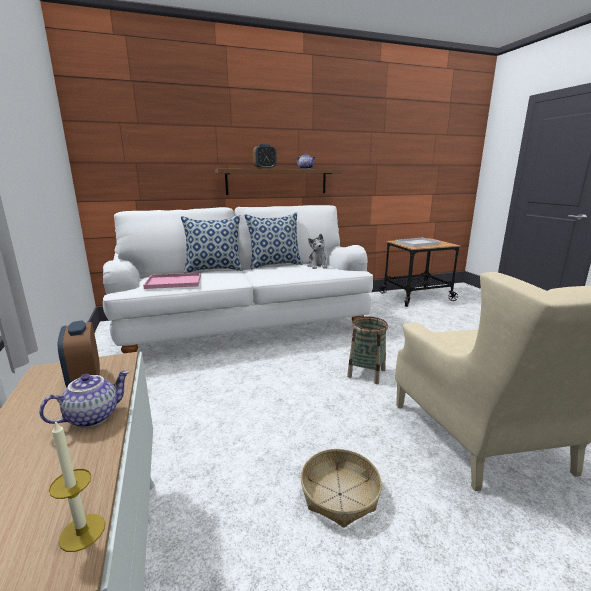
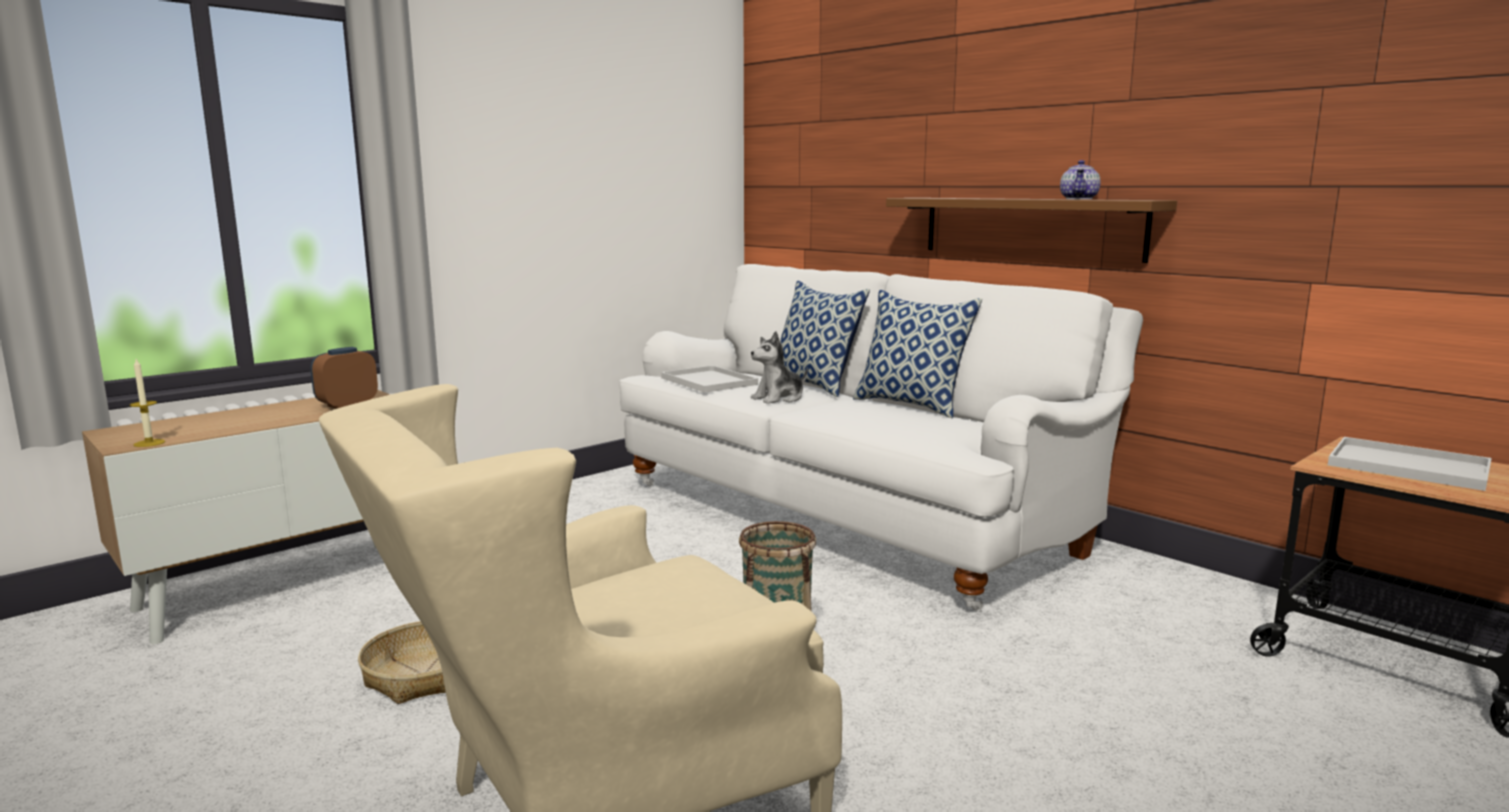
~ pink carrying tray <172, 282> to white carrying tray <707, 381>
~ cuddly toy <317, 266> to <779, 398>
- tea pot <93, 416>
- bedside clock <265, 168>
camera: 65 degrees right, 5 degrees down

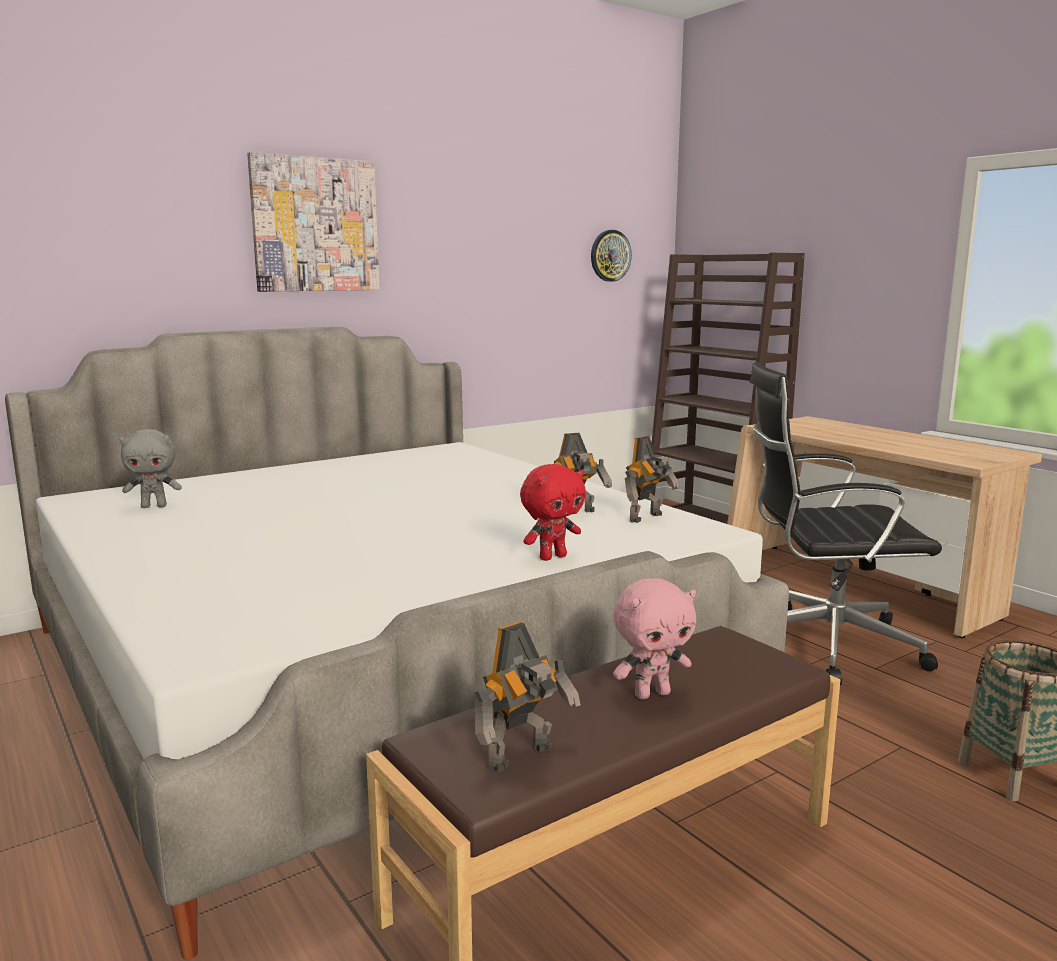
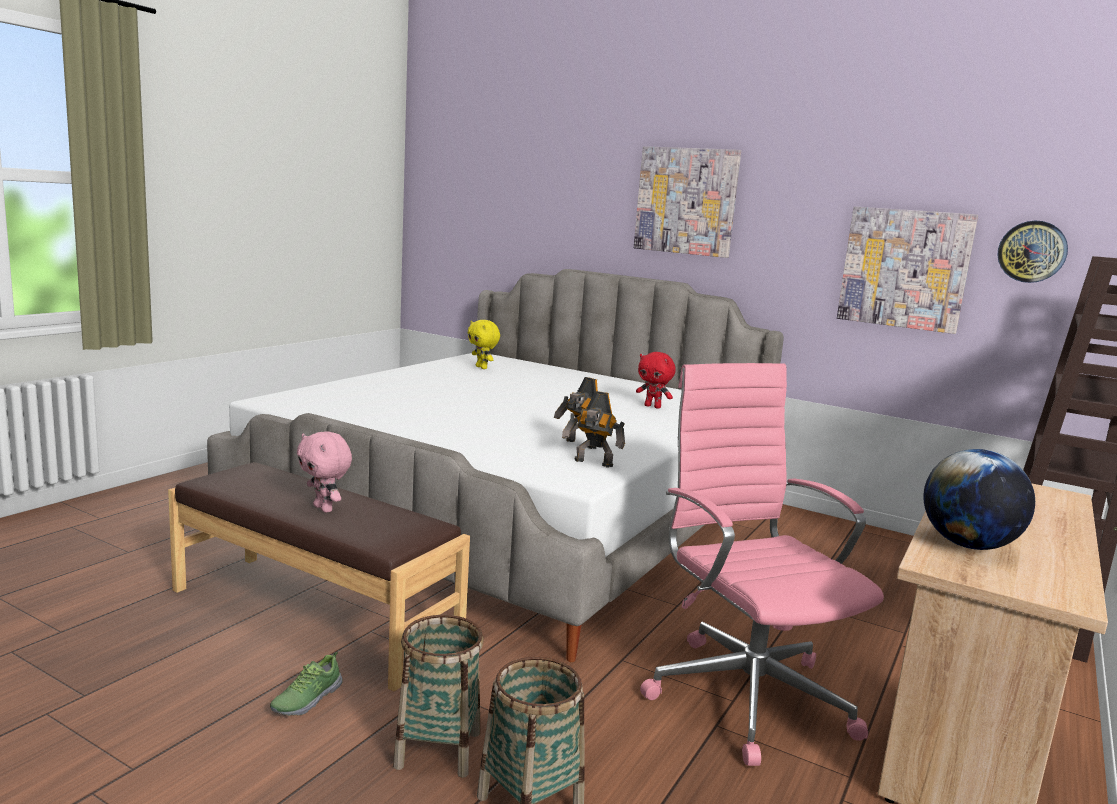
+ low shoe <306, 699>
+ storage basket <437, 749>
~ grey cuddly toy <154, 506> to yellowish cuddly toy <482, 367>
~ red-coloured cuddly toy <552, 557> to <653, 406>
~ blackish office chair <824, 644> to pink office chair <746, 693>
+ wall art <904, 268>
+ desk globe <968, 545>
- toy robot <523, 758>
camera: 65 degrees right, 0 degrees up

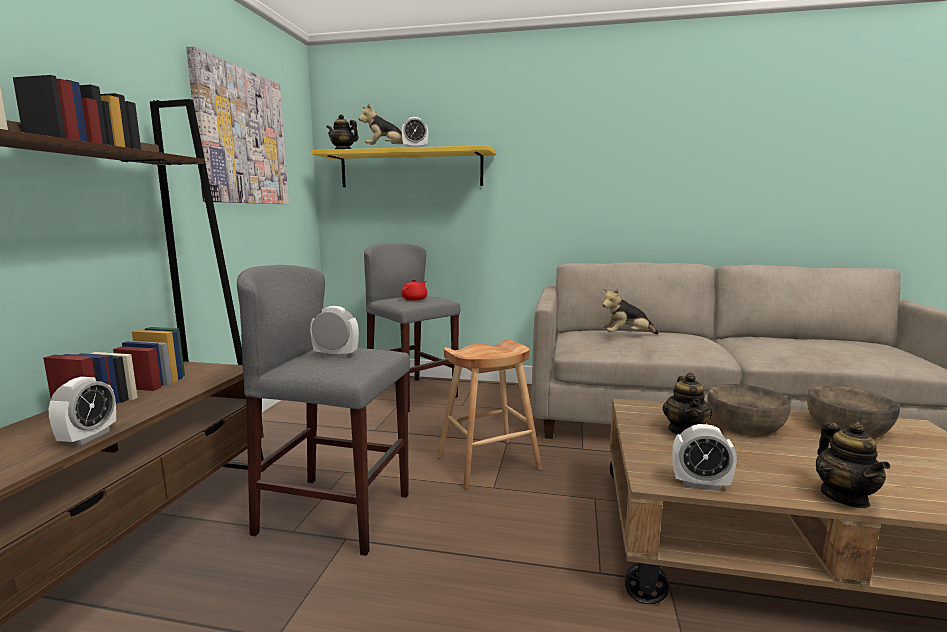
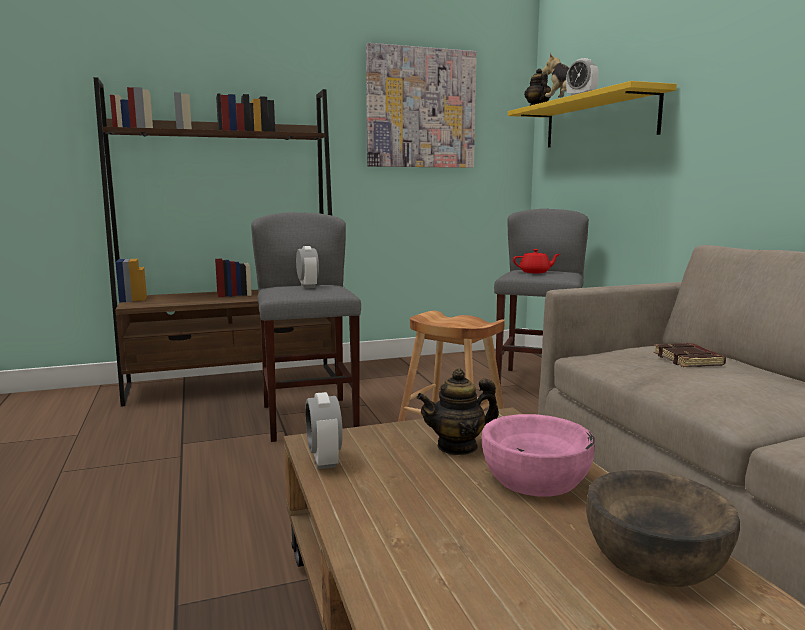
~ brown bowl <744, 425> to pink bowl <535, 477>
~ cuddly toy <626, 336> to brown book <689, 360>
- bedside clock <88, 437>
- tea pot <844, 497>
camera: 60 degrees right, 0 degrees up

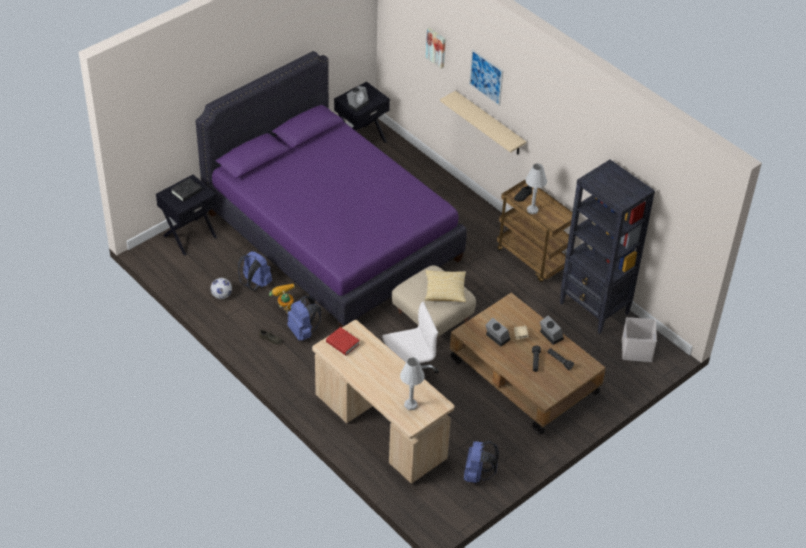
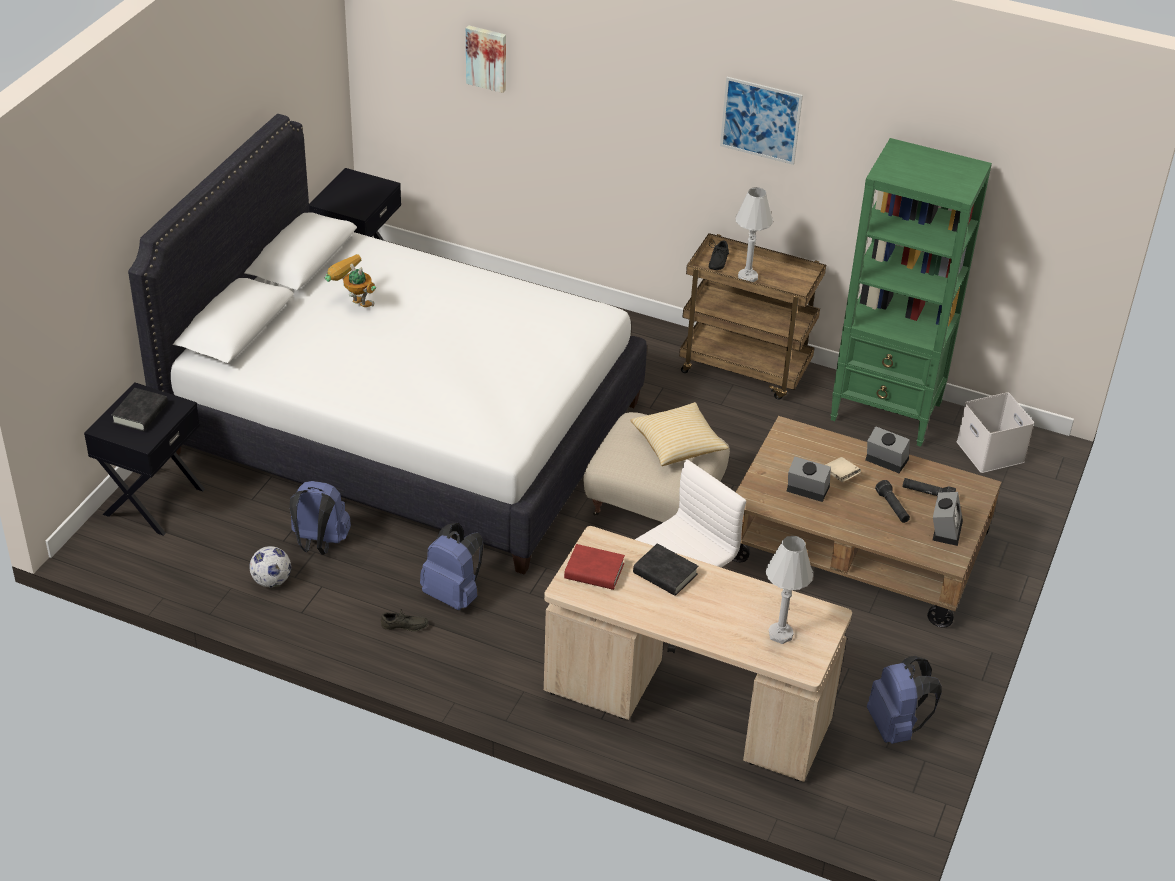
~ purplish bedroom bed <332, 236> to white bedroom bed <404, 428>
~ toy robot <284, 309> to <353, 304>
+ blackish book <665, 574>
~ wall art <486, 77> to <761, 120>
~ blackish shelving unit <594, 309> to green shelving unit <887, 412>
~ bedside clock <358, 103> to <945, 529>
- beige wall shelf <489, 124>
camera: 25 degrees left, 5 degrees down

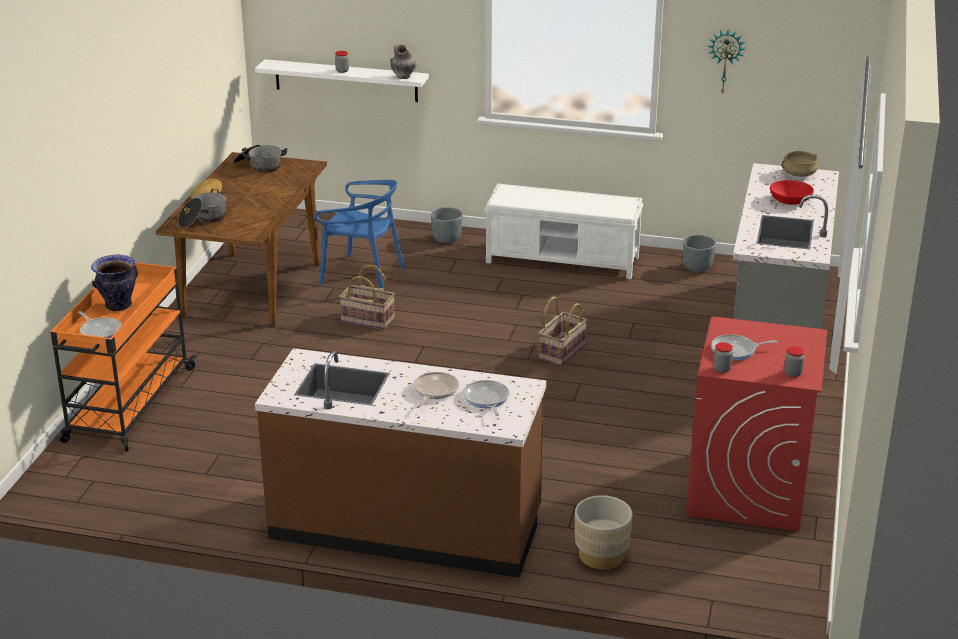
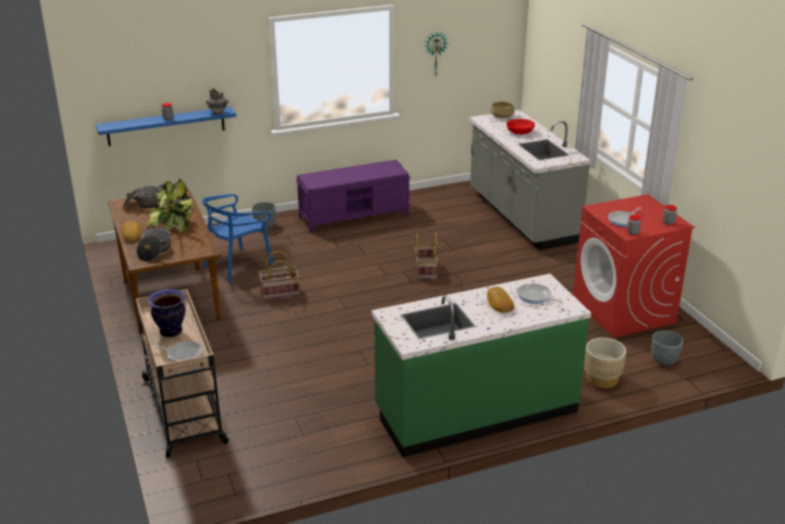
~ white wall shelf <346, 80> to blue wall shelf <166, 126>
~ orange-coloured trolley <129, 405> to beige trolley <184, 411>
+ plant in a pot <173, 224>
~ blue chair <362, 275> = <238, 265> 150 degrees clockwise
~ white indoor bench <563, 260> to purplish indoor bench <354, 216>
~ brown kitchen counter <406, 526> to green kitchen counter <475, 411>
~ frying pan <434, 391> to baked bread <499, 303>
~ grey planter <697, 268> to <664, 361>
camera: 35 degrees left, 0 degrees up

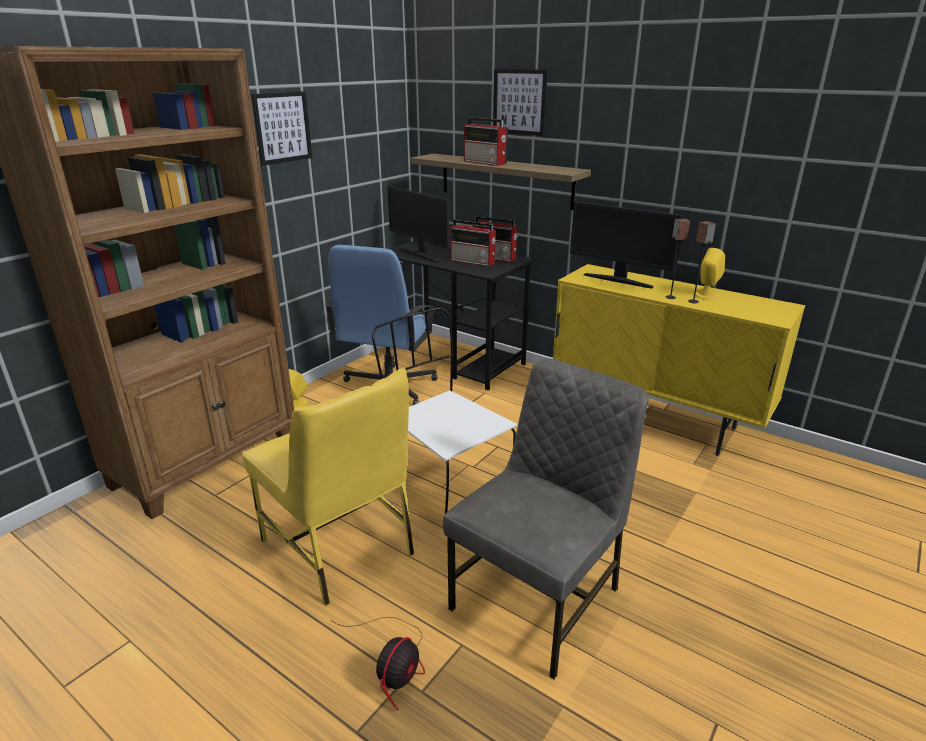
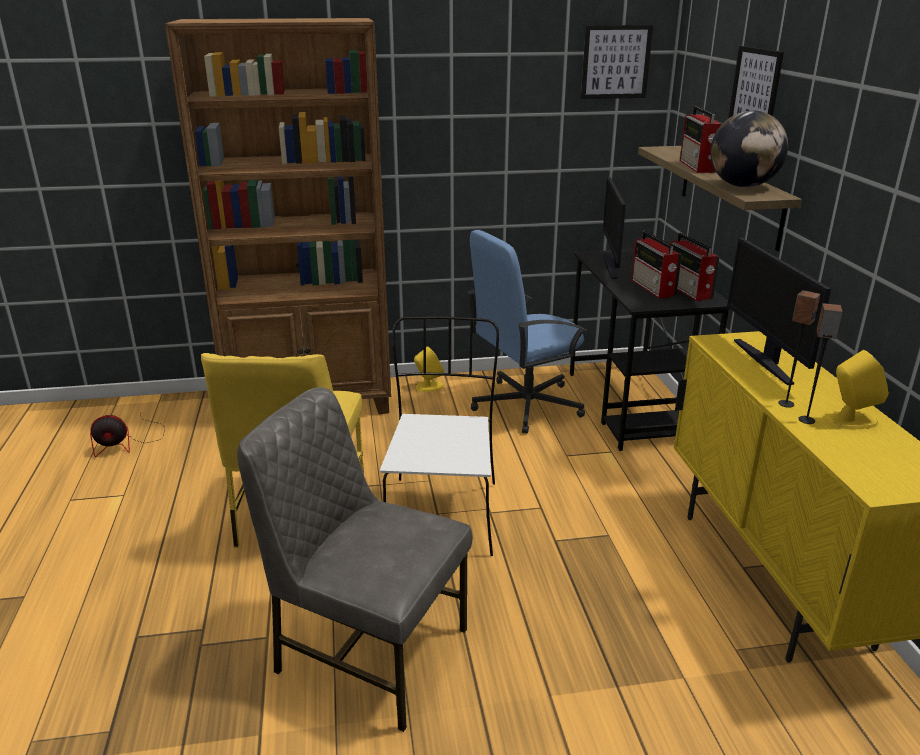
~ fan <394, 664> to <127, 442>
~ grey chair <539, 598> = <368, 650> 150 degrees counterclockwise
~ wall art <282, 127> to <616, 62>
+ desk globe <742, 186>
camera: 45 degrees right, 0 degrees up

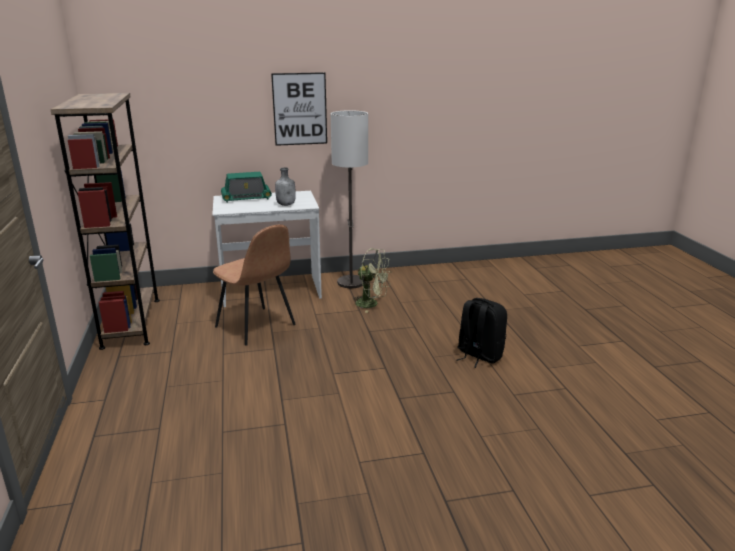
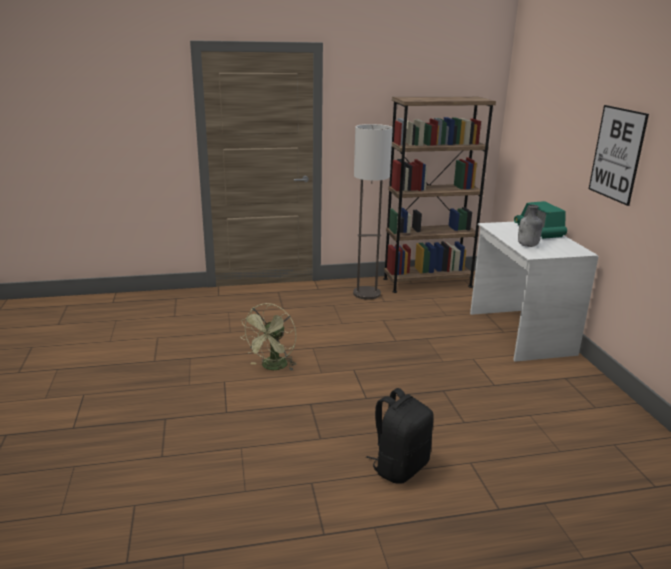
~ green fan <371, 304> to <272, 367>
~ standing lamp <351, 282> to <367, 293>
- brown chair <256, 327>
camera: 90 degrees right, 0 degrees up

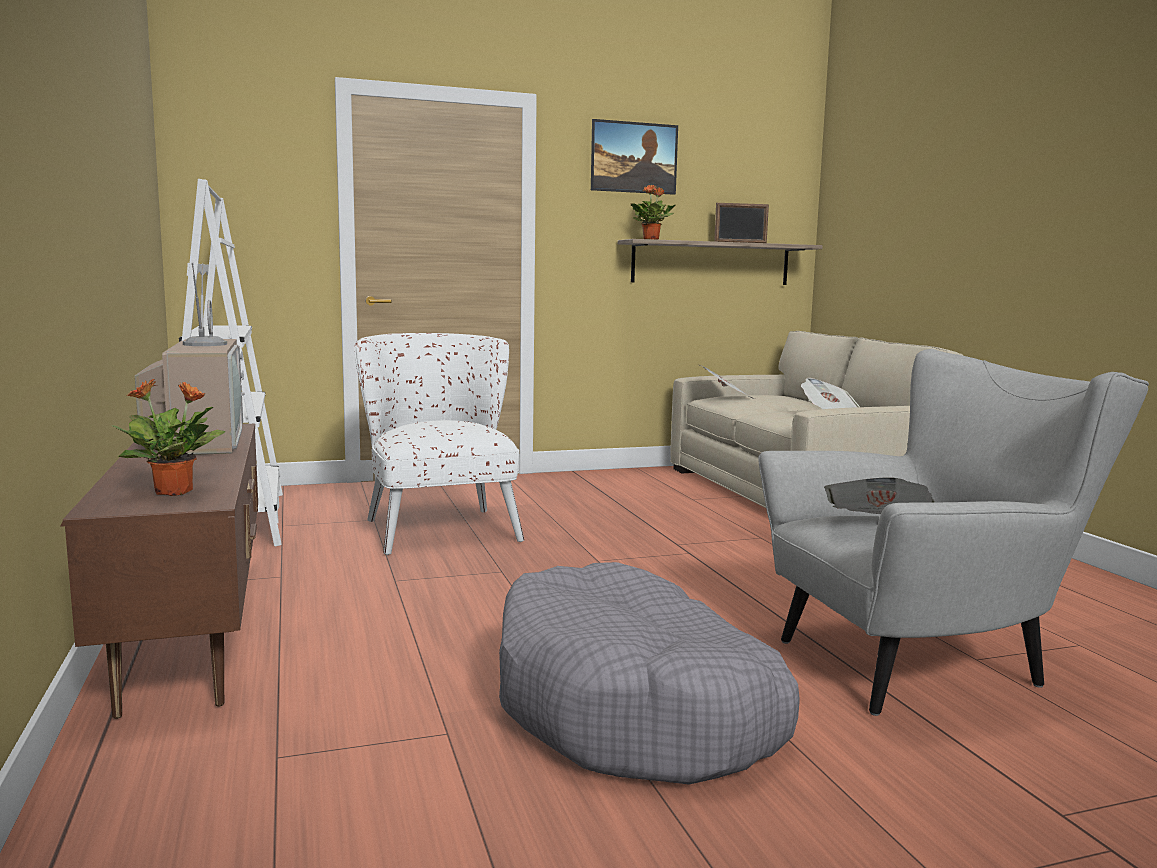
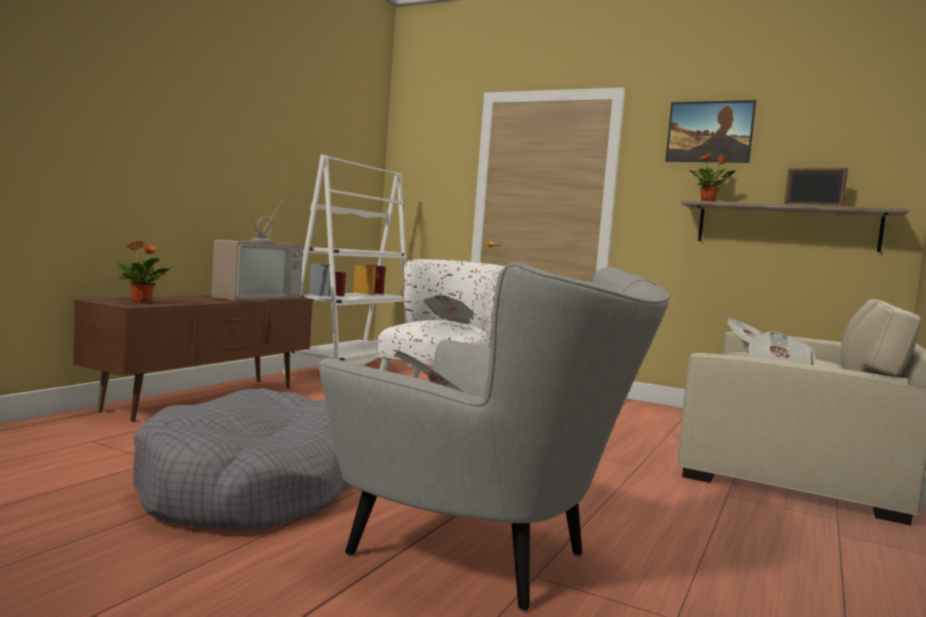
+ printed paper <450, 325>
camera: 45 degrees right, 5 degrees down

